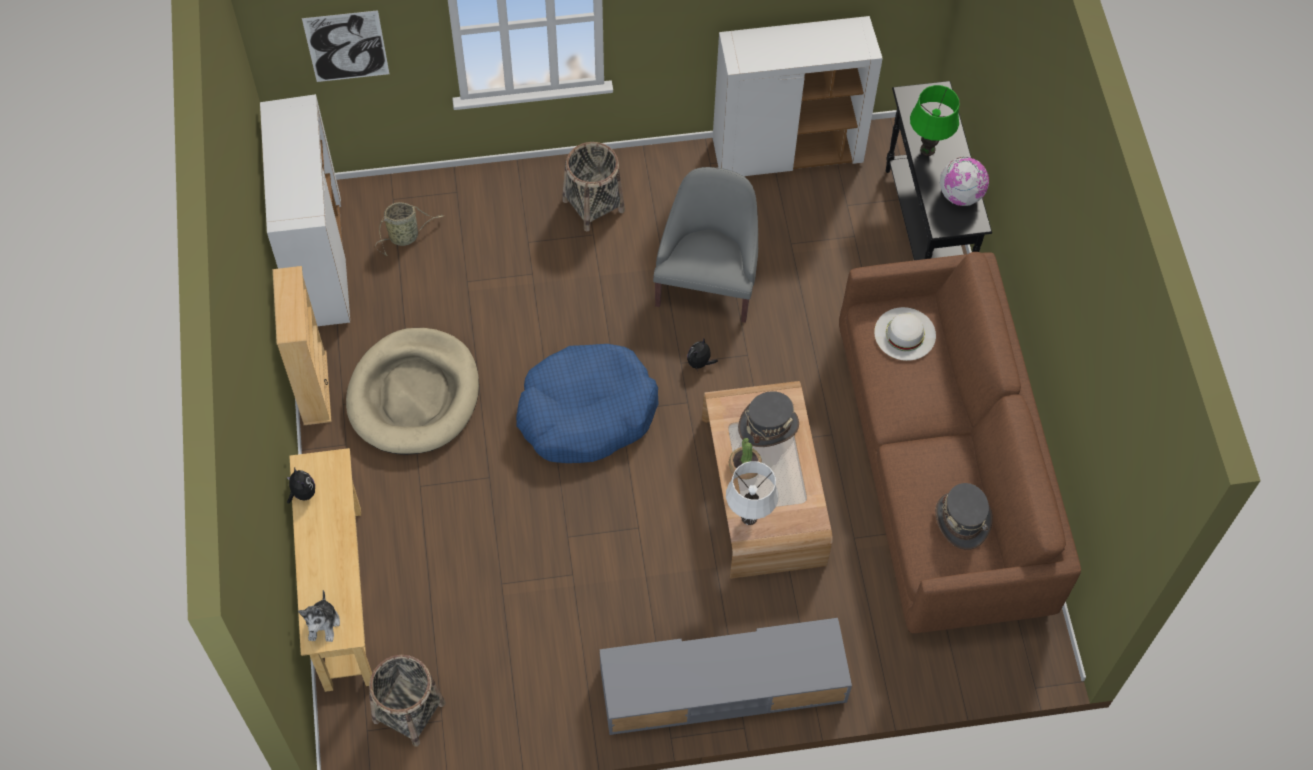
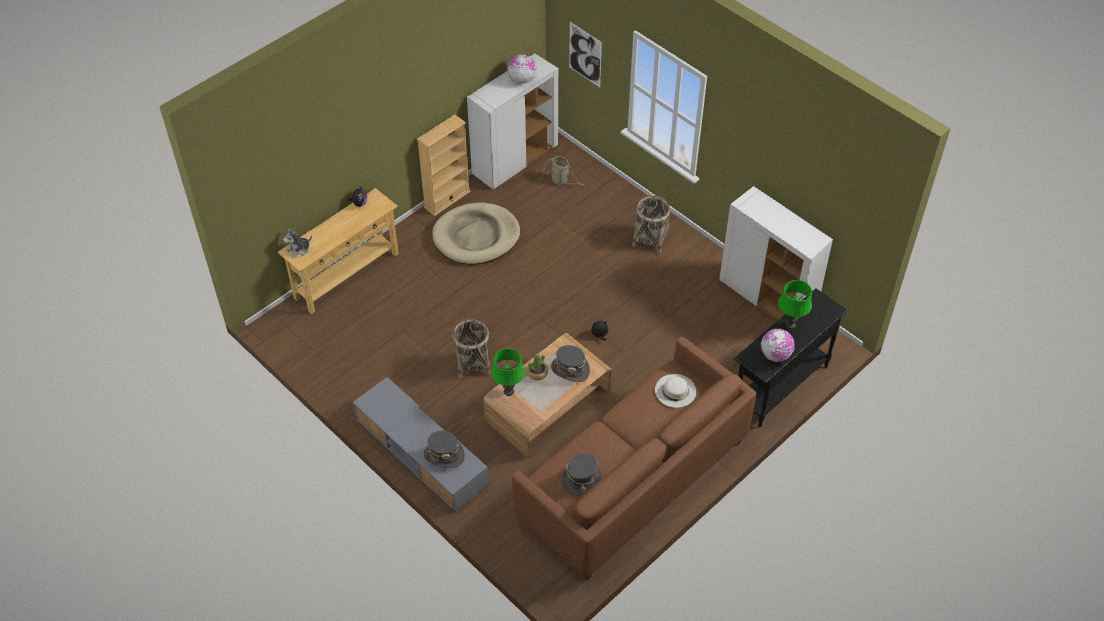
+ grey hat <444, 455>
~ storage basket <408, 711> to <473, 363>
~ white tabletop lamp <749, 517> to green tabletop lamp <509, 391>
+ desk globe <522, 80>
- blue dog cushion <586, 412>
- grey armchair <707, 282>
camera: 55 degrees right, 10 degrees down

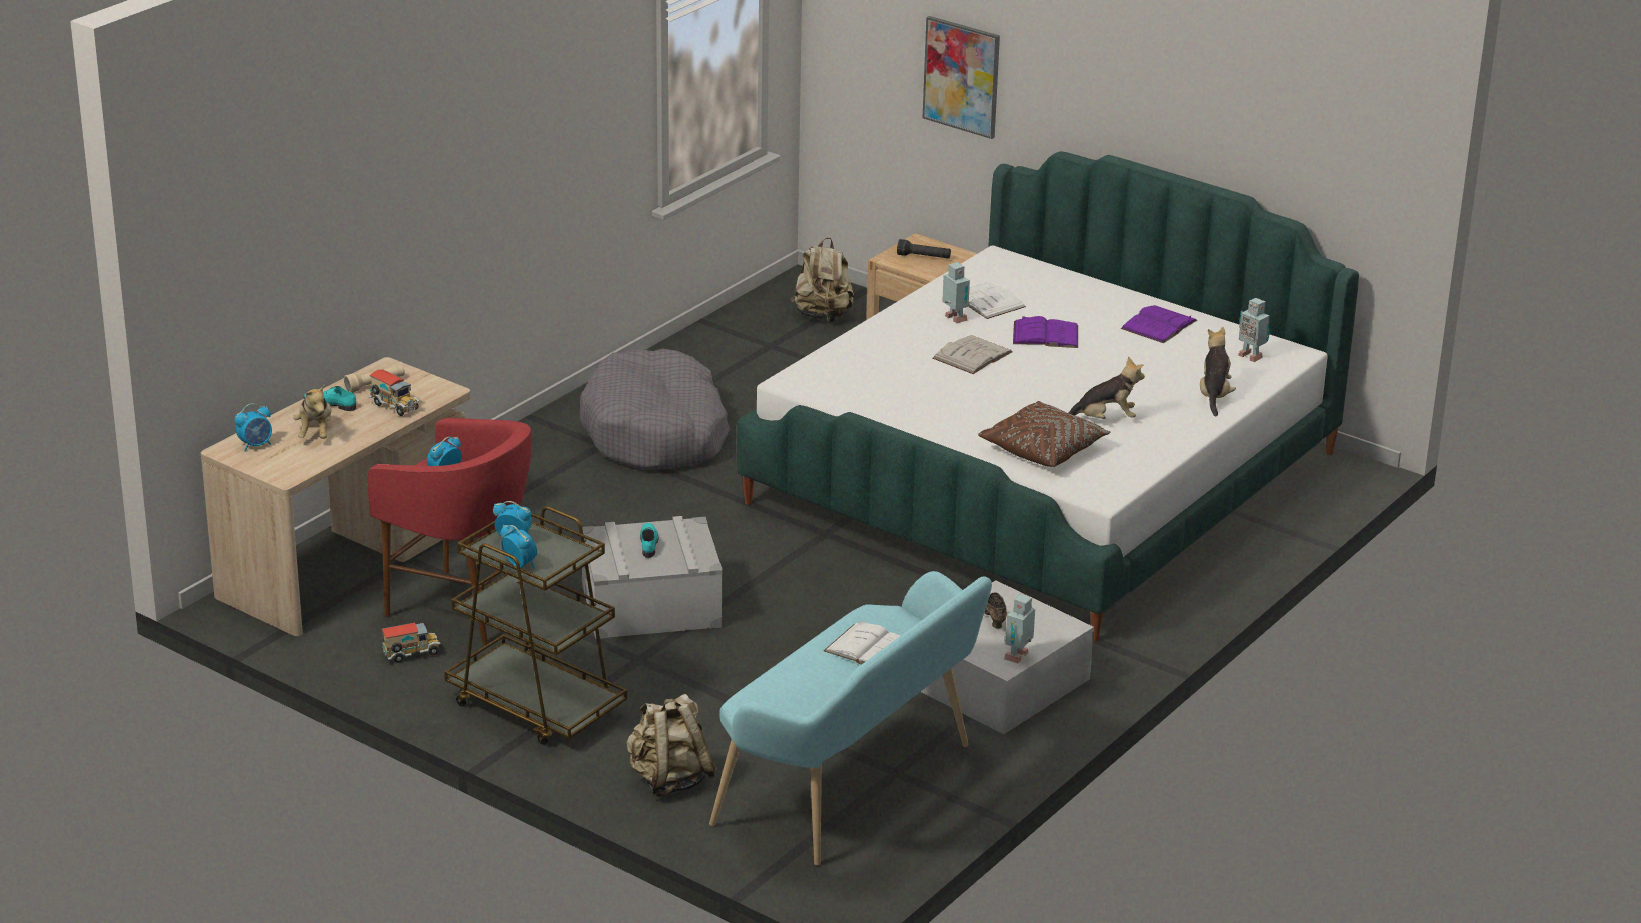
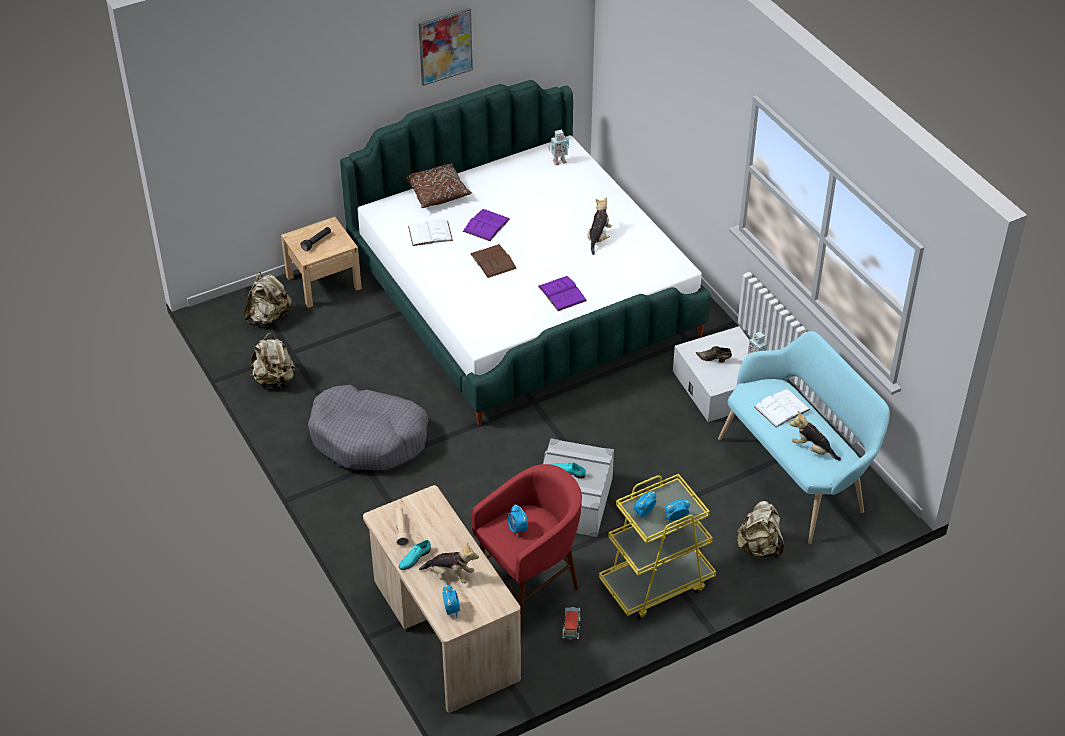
+ beige knapsack <274, 380>
~ brown cushion <1043, 449> to <437, 193>
~ wall art <961, 76> to <445, 46>
~ white book <972, 355> to brown book <493, 261>
~ purplish book <1159, 324> to <562, 293>
~ brown trolley <535, 705> to yellowish trolley <656, 584>
~ cuddly toy <1214, 396> to <812, 449>
- toy lorry <394, 407>
- toy robot <954, 319>
camera: 65 degrees left, 15 degrees up

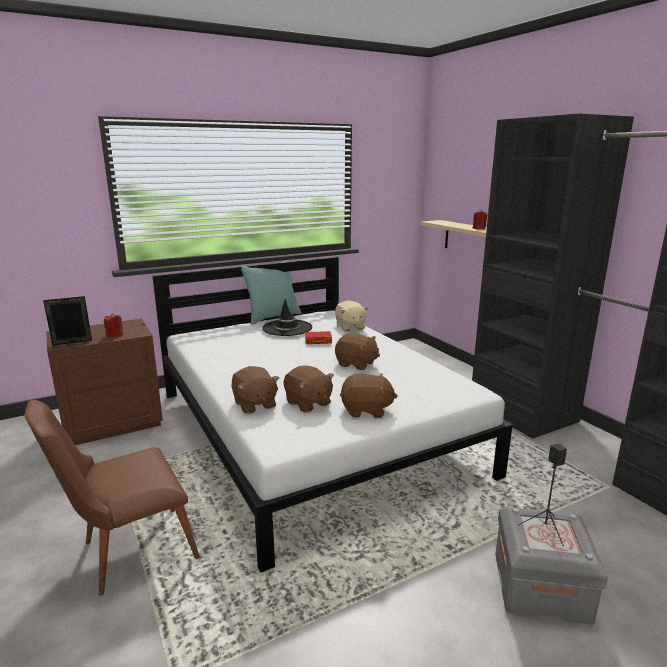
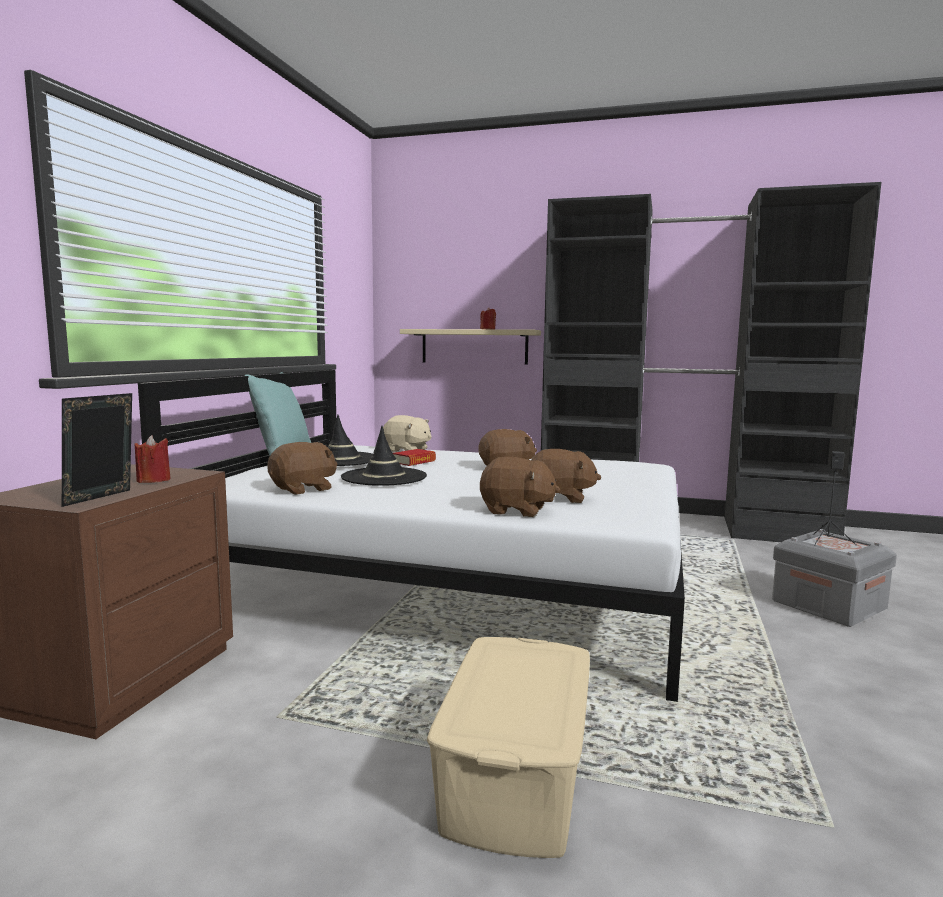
~ brown cuddly toy <366, 410> to <303, 489>
+ blackish hat <384, 477>
~ brown chair <127, 553> to beige storage container <514, 776>
camera: 45 degrees left, 10 degrees down

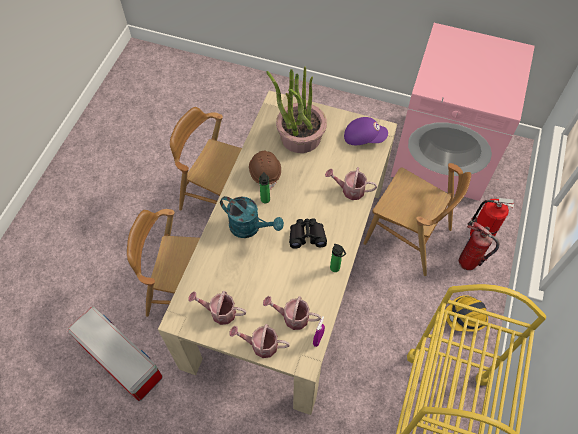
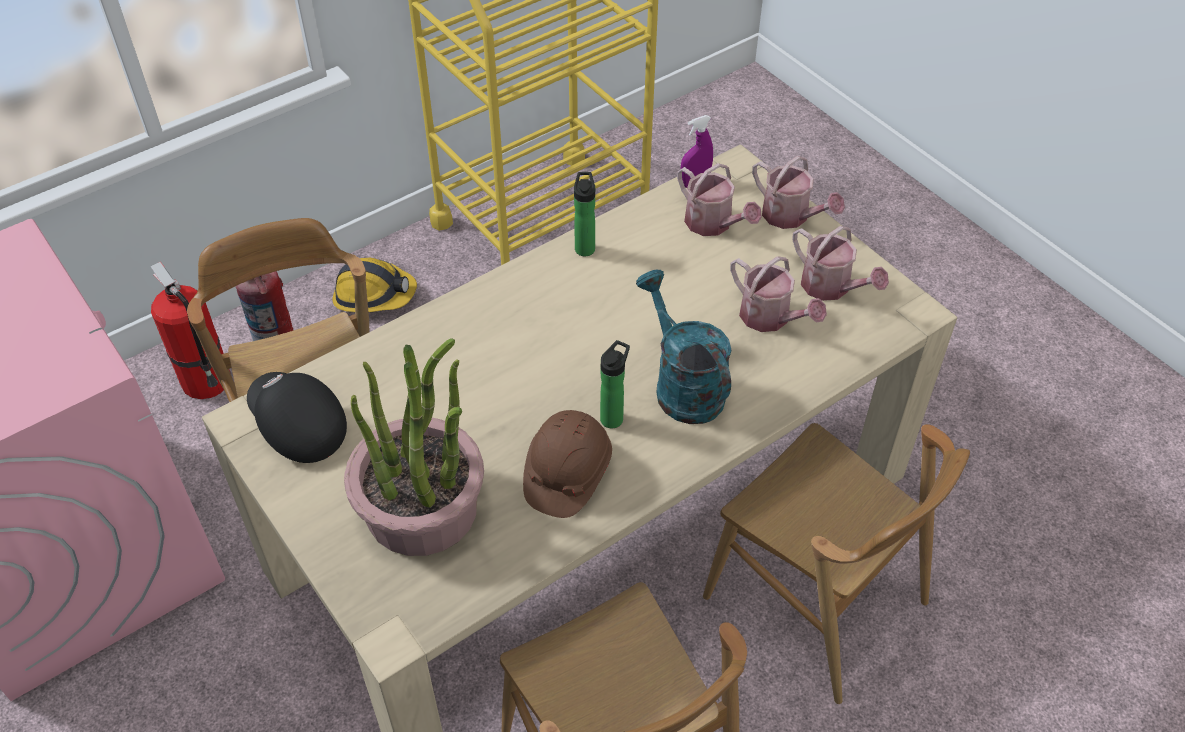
~ purplish cap <364, 137> to blackish cap <298, 427>
~ watering can <350, 190> to <770, 318>
- storage container <120, 360>
- blackish pair of binoculars <307, 236>
camera: 145 degrees left, 10 degrees down

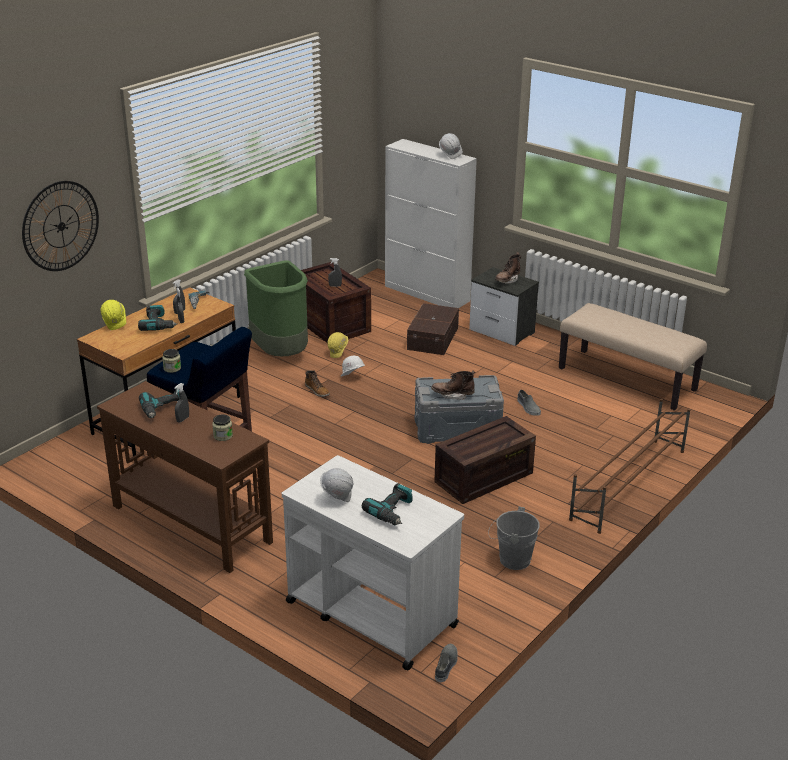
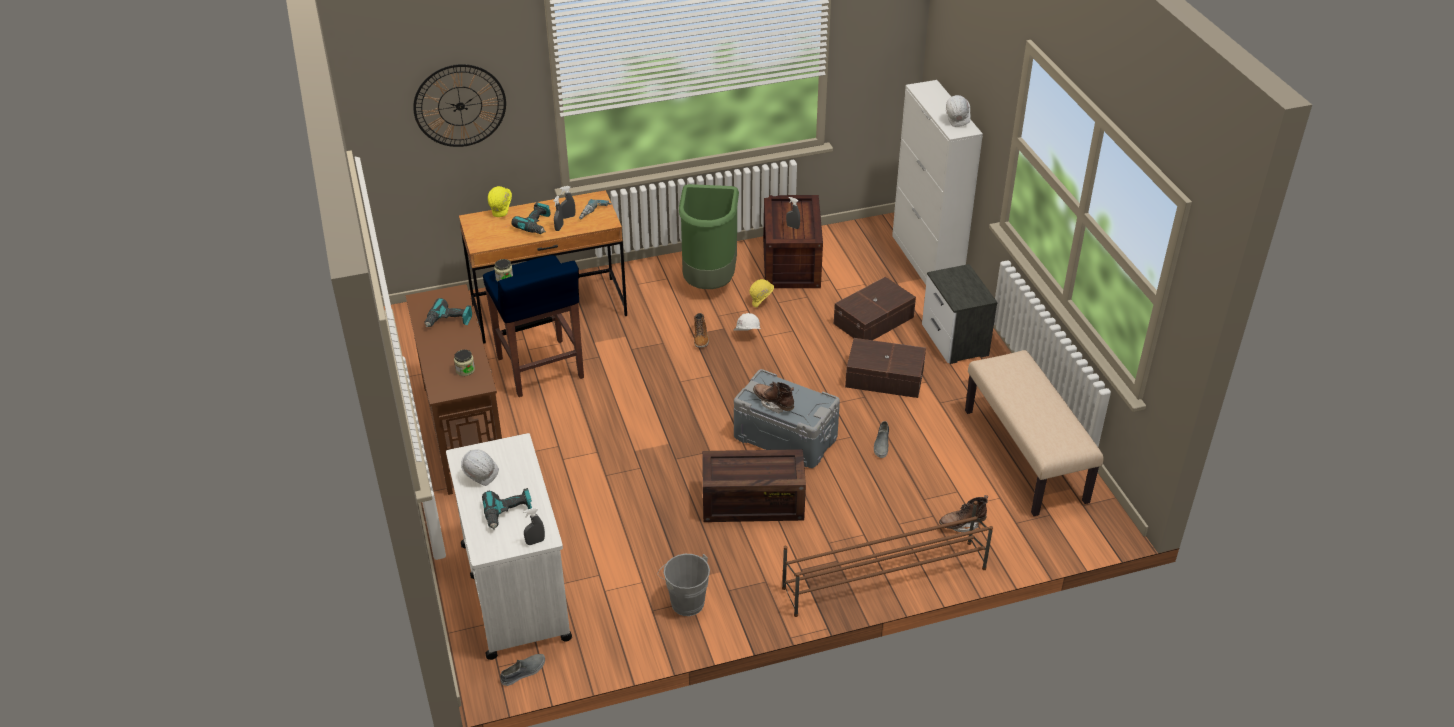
~ grey sprayer <182, 419> to <535, 542>
+ brown storage container <884, 377>
~ brown boot <507, 280> to <962, 524>
camera: 35 degrees right, 10 degrees up

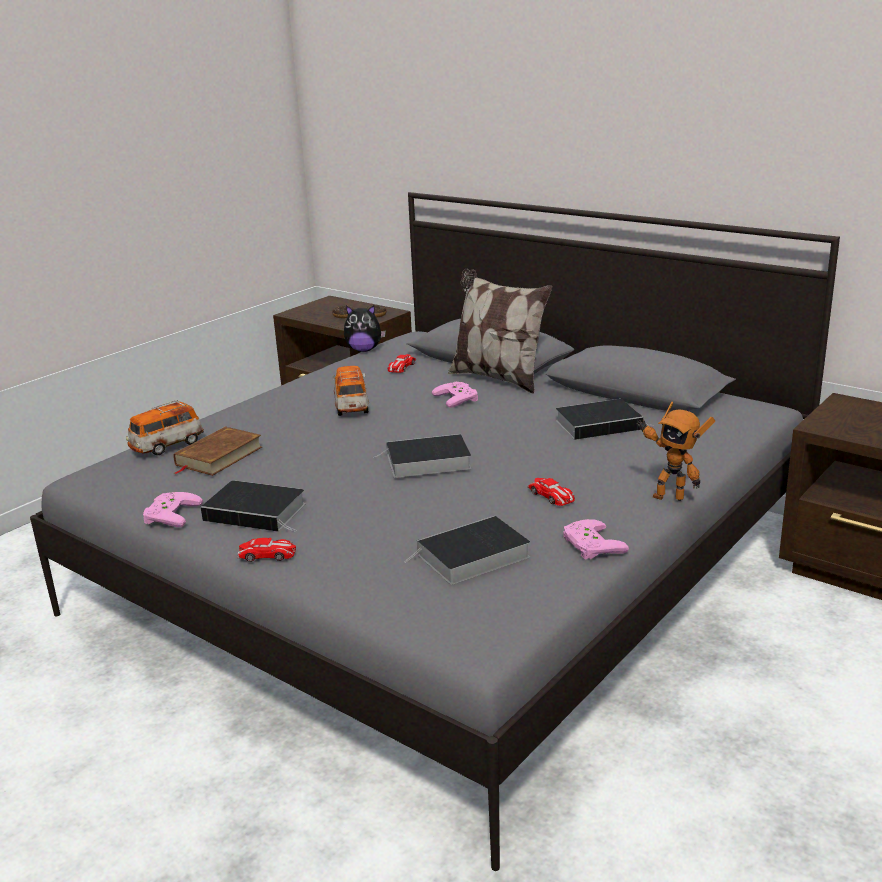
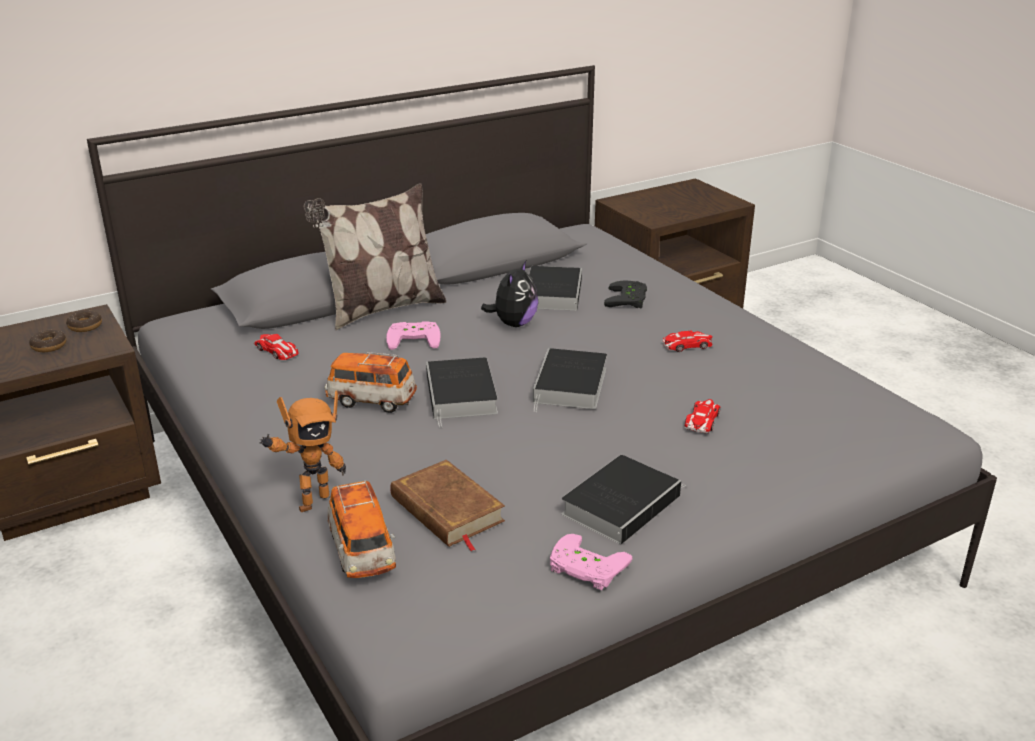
~ toy robot <668, 496> to <310, 501>
~ book <471, 557> to <462, 395>
~ cuddly toy <364, 350> to <513, 323>
+ blackish game controller <629, 299>
~ miniature car <267, 554> to <702, 420>
- pink game controller <589, 545>
camera: 70 degrees left, 5 degrees up

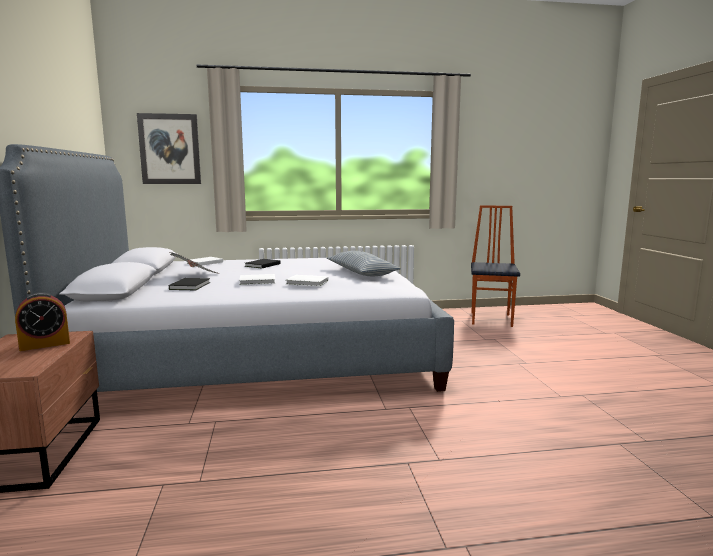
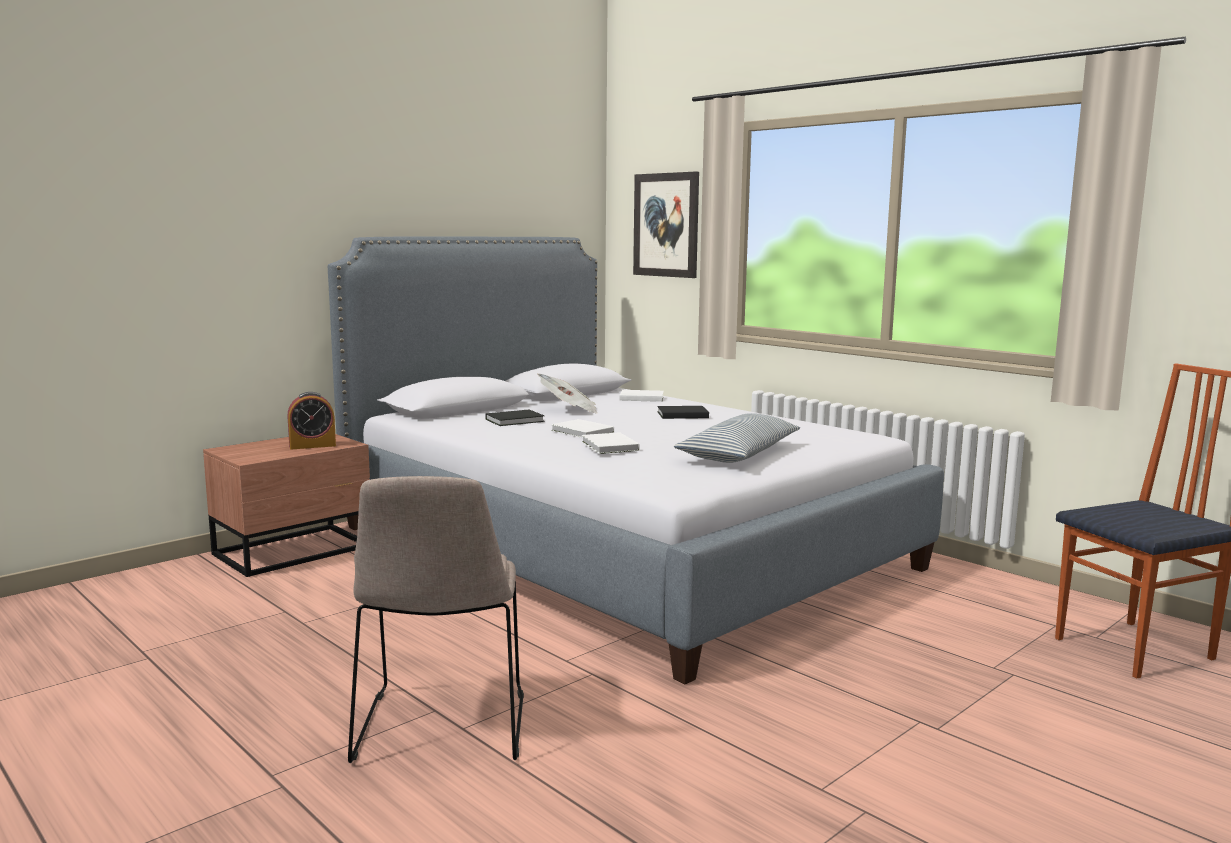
~ bedside clock <45, 344> = <312, 445> 45 degrees counterclockwise
+ beige chair <441, 730>
camera: 55 degrees right, 0 degrees up

